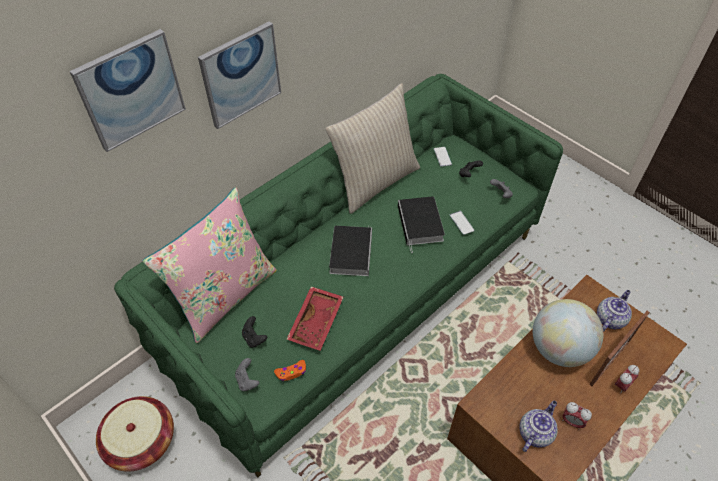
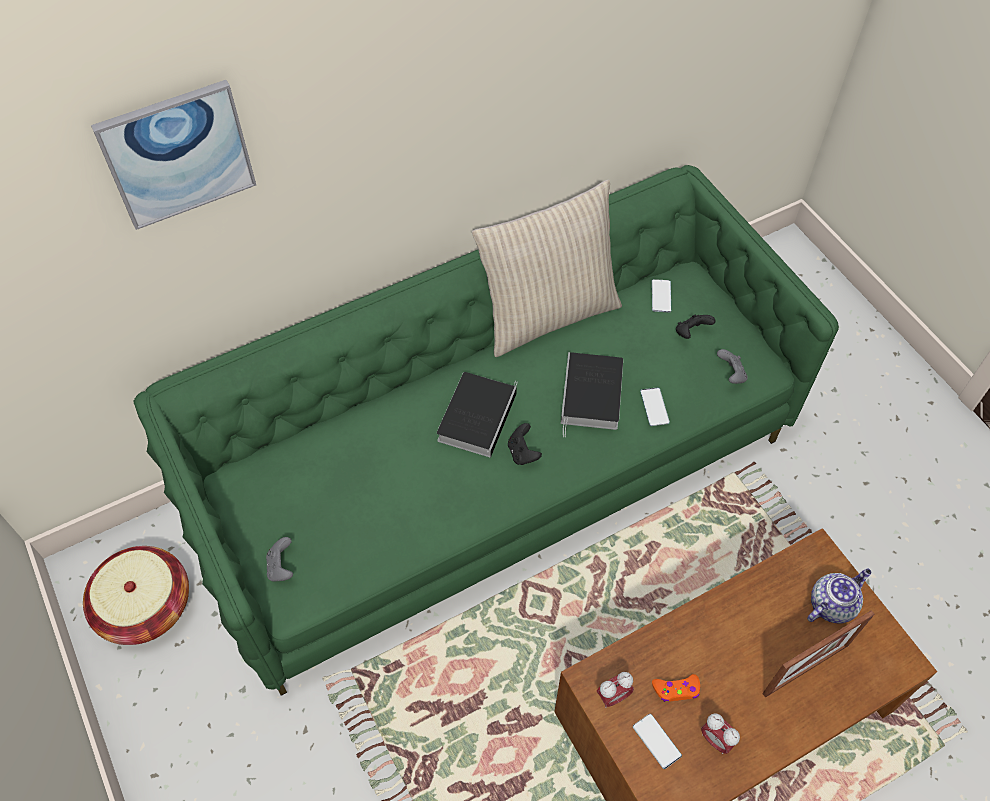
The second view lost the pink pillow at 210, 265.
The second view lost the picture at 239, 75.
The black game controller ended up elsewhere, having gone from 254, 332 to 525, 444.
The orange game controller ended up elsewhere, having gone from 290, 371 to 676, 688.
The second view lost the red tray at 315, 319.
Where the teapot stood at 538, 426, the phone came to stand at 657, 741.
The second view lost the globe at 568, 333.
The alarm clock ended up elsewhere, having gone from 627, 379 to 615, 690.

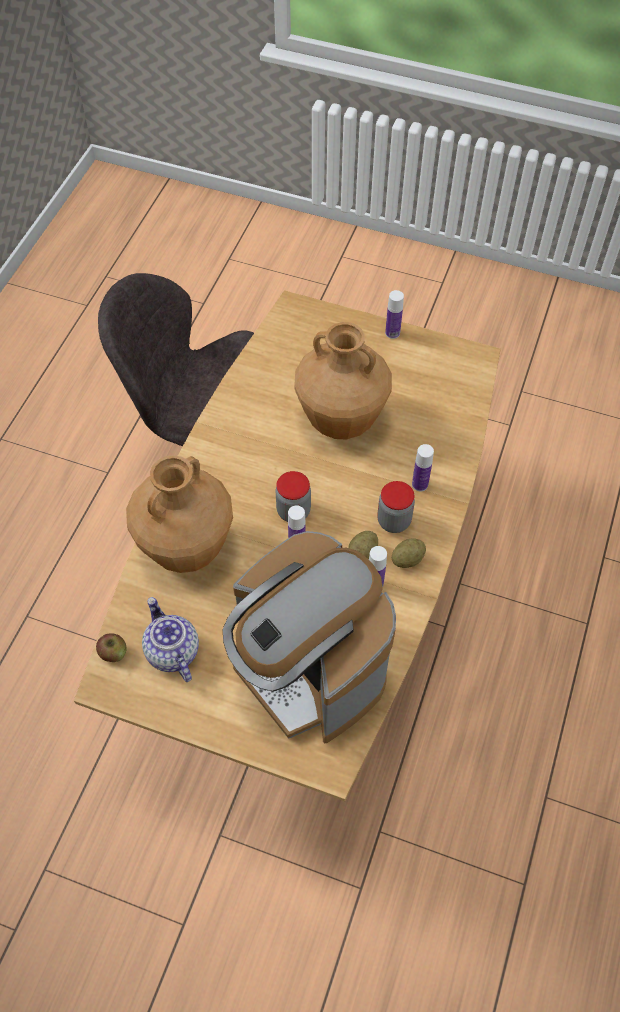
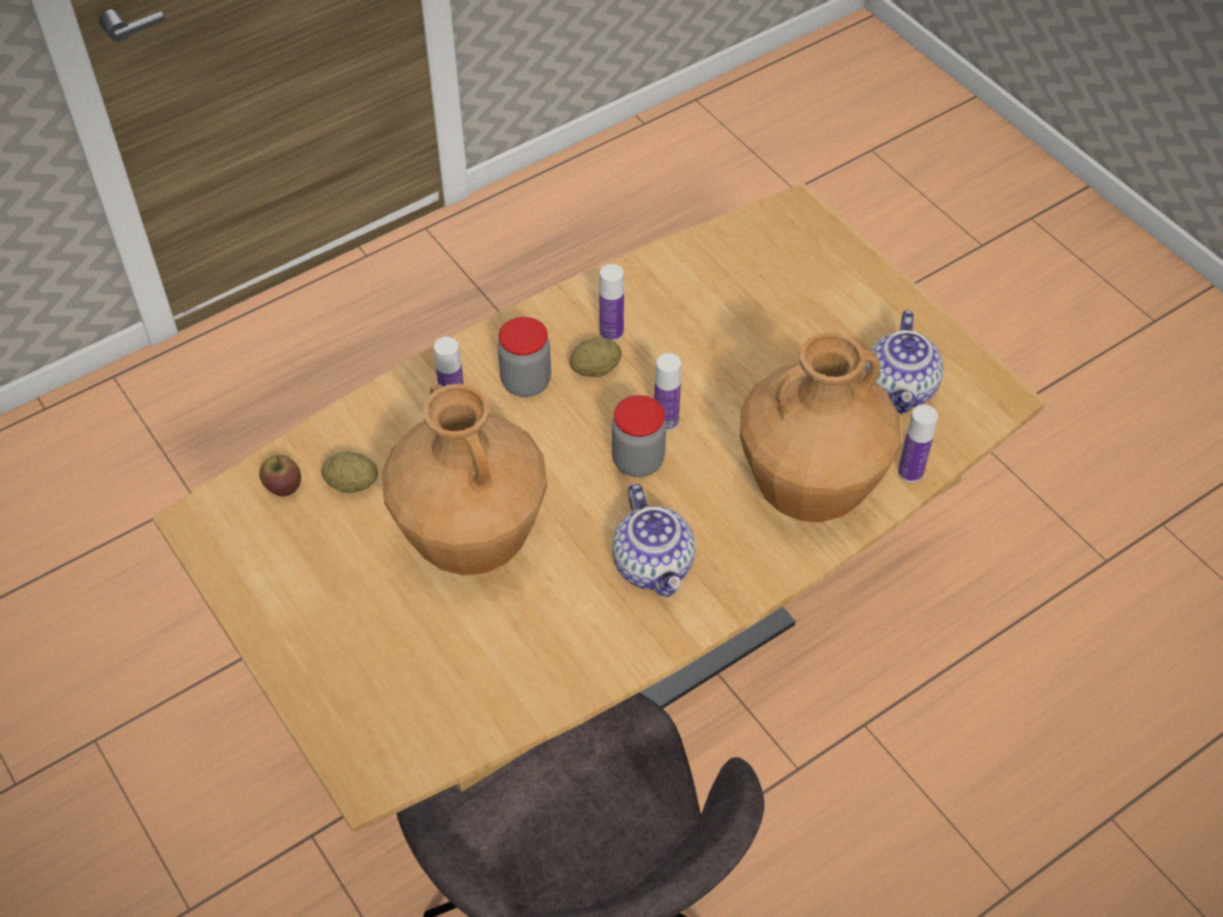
The apple ended up elsewhere, having gone from 111, 647 to 280, 476.
The second view lost the coffee machine at 309, 637.
The bottle ended up elsewhere, having gone from 394, 314 to 918, 443.
The potato ended up elsewhere, having gone from 409, 553 to 349, 472.
The second view gained the teapot at 653, 541.

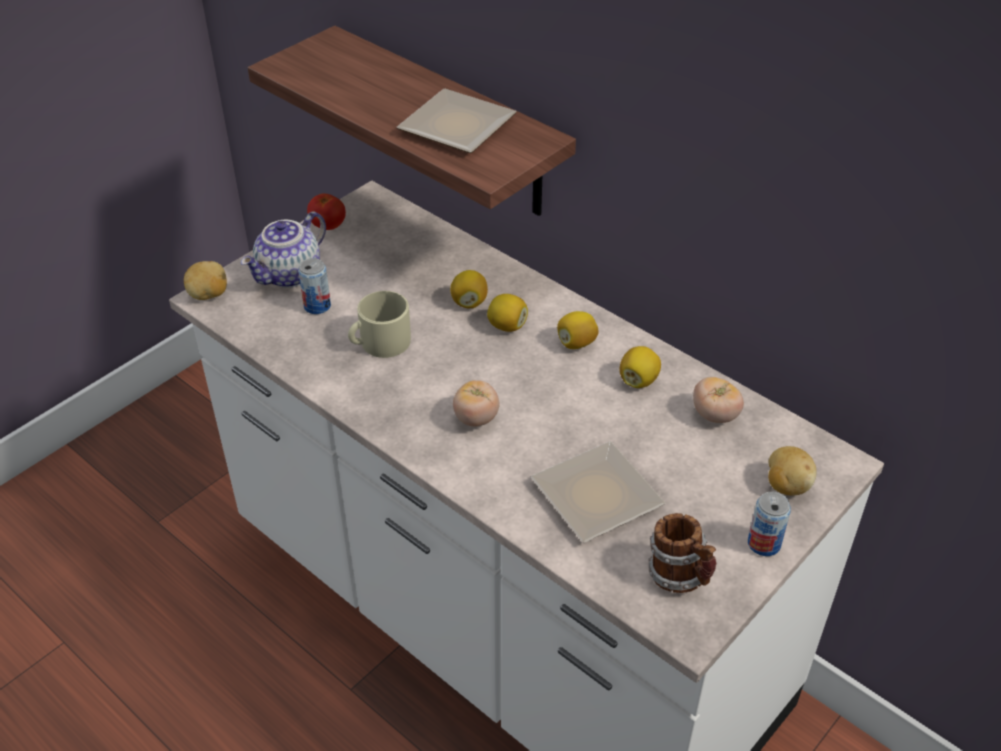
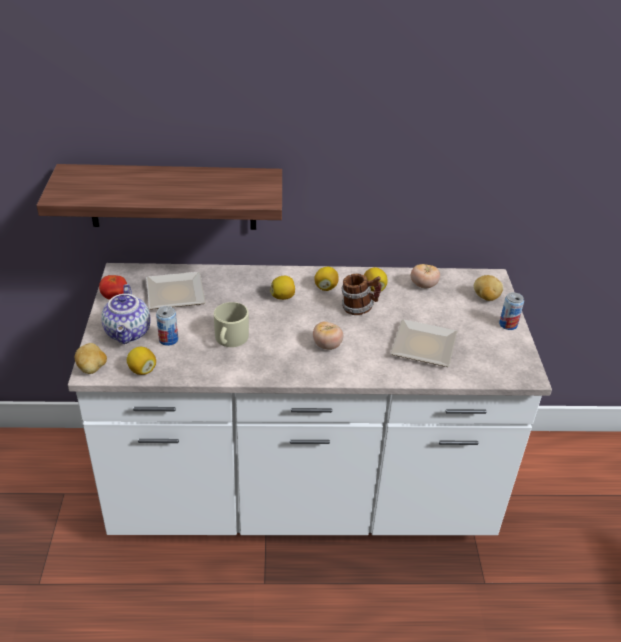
The plate ended up elsewhere, having gone from 457, 121 to 176, 291.
The lemon ended up elsewhere, having gone from 469, 289 to 141, 361.
The mug ended up elsewhere, having gone from 682, 553 to 361, 294.

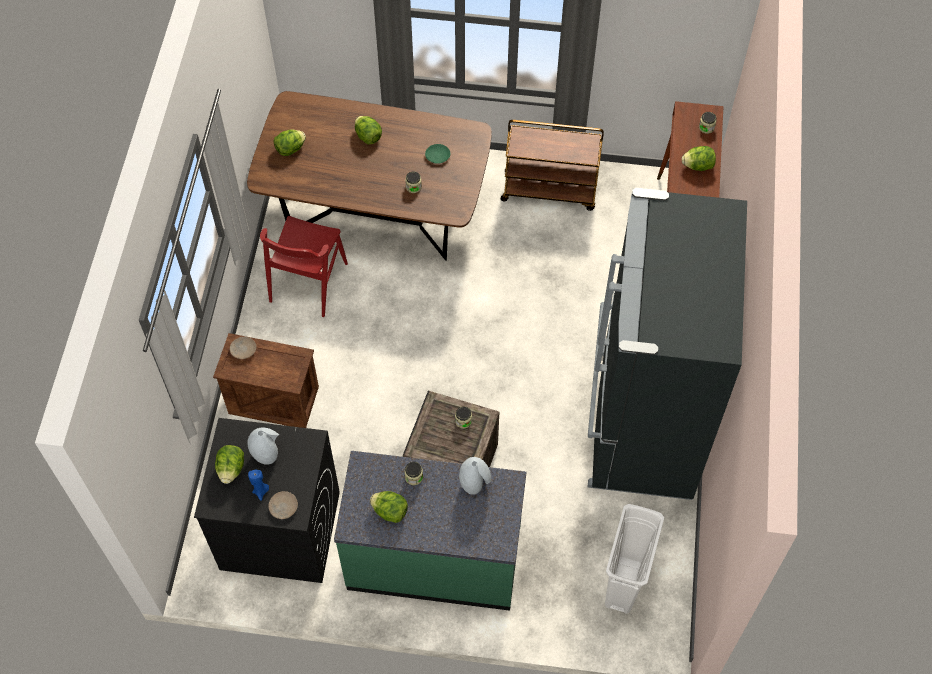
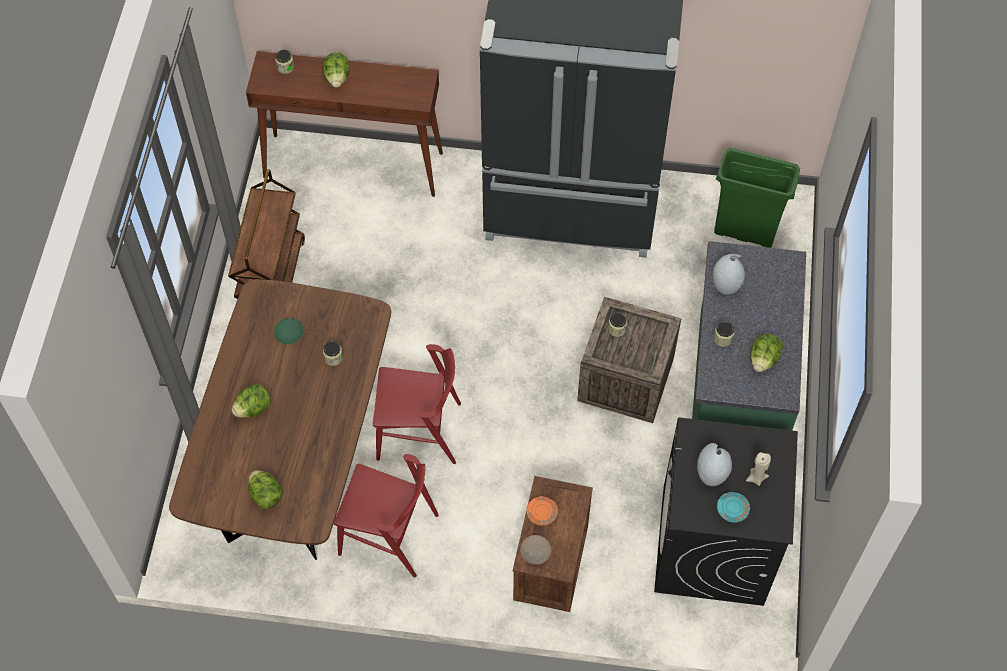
Where the lettuce stood at 229, 464, the turquoise plate came to stand at 733, 507.
What was the blue candle at 258, 485 turned into the beige candle at 758, 469.
The second view lost the beige plate at 283, 505.
What was the white trash can at 634, 559 turned into the green trash can at 757, 198.
The second view gained the red chair at 417, 404.
The second view gained the orange plate at 542, 511.

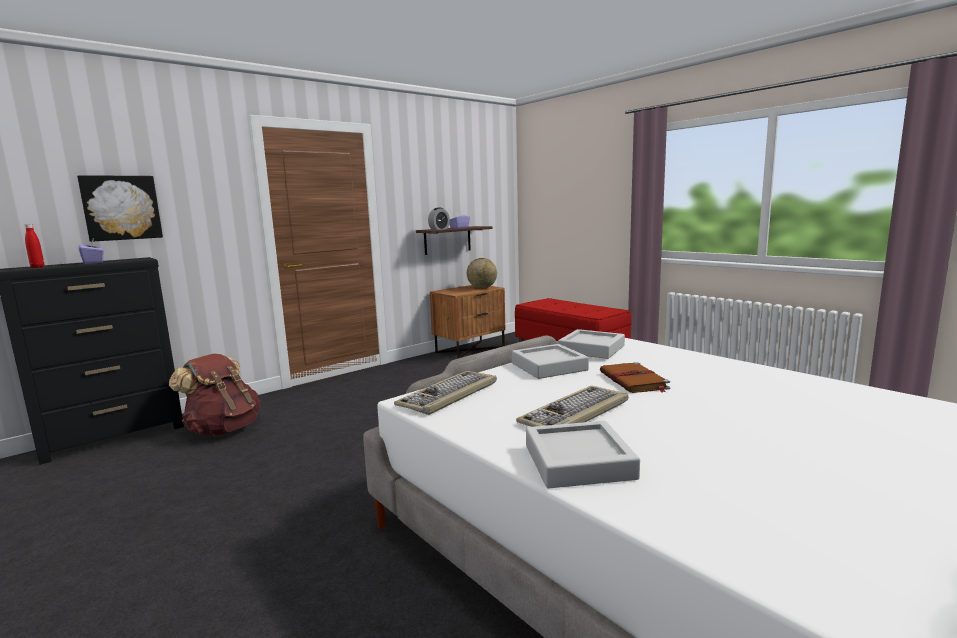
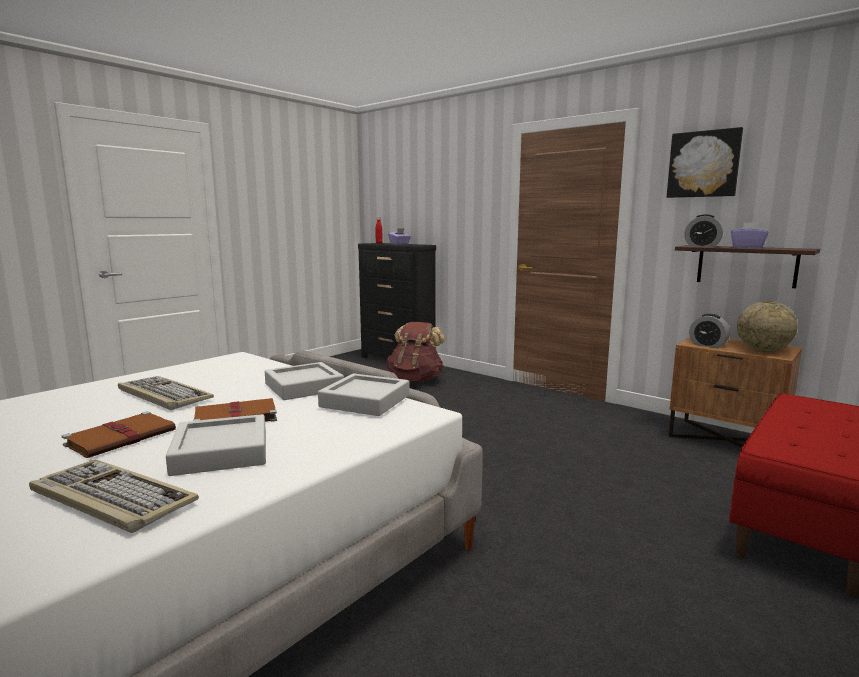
The picture ended up elsewhere, having gone from 120, 208 to 705, 162.
The keyboard ended up elsewhere, having gone from 445, 393 to 114, 496.
The grey tray ended up elsewhere, having gone from 583, 455 to 216, 445.
The second view gained the brown book at 119, 434.
The second view gained the alarm clock at 709, 331.

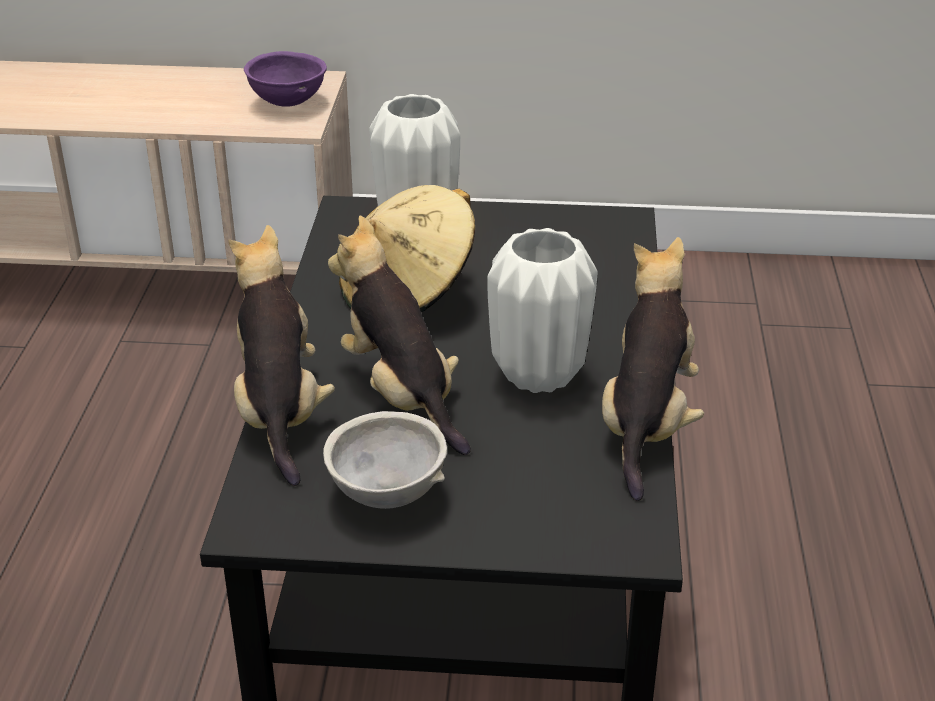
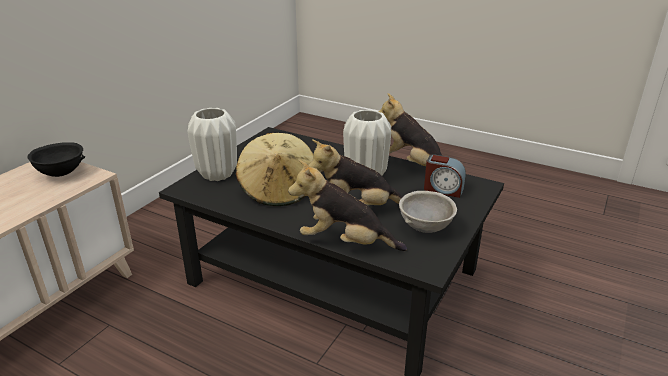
What was the purple bowl at 285, 79 turned into the black bowl at 56, 159.
The second view gained the alarm clock at 445, 176.

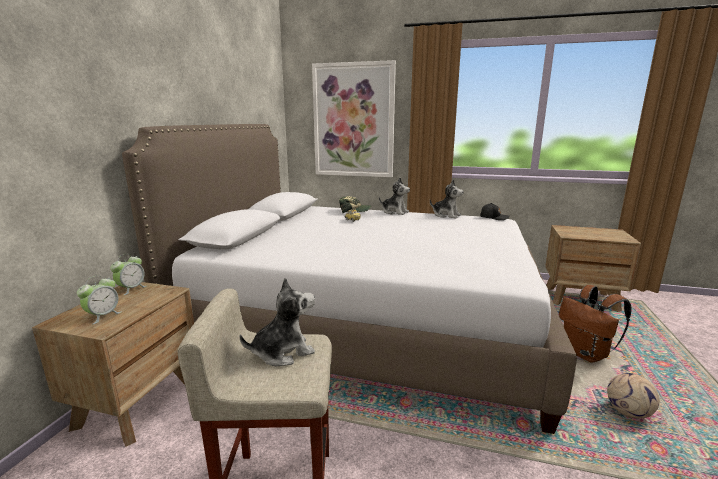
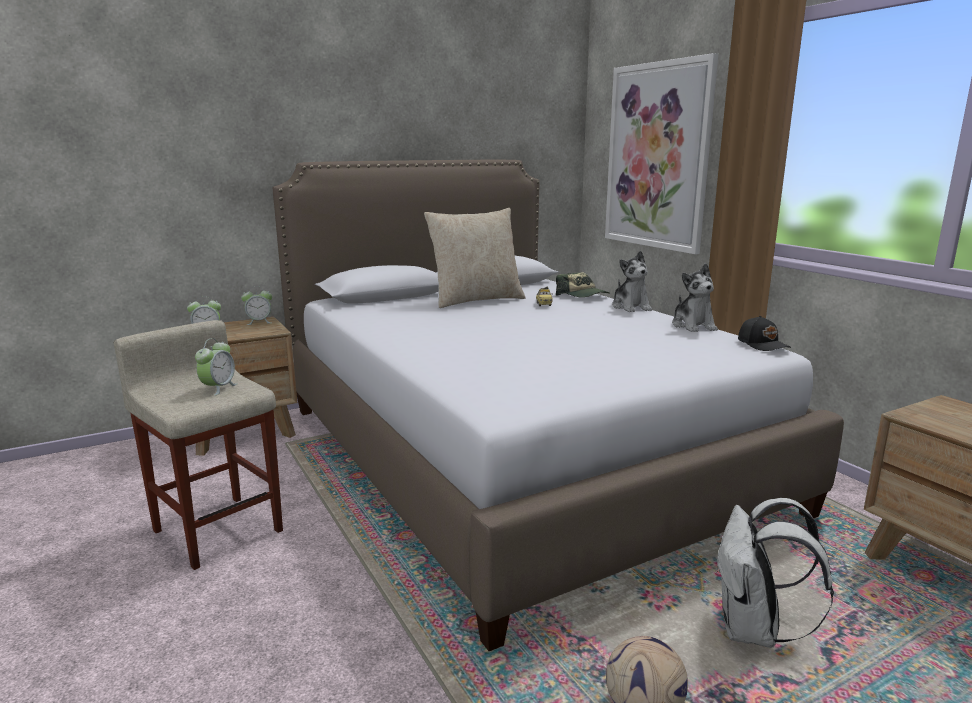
Where the plush toy stood at 277, 322, the alarm clock came to stand at 216, 367.
What was the brown backpack at 595, 323 turned into the white backpack at 774, 573.
The second view gained the beige pillow at 475, 258.

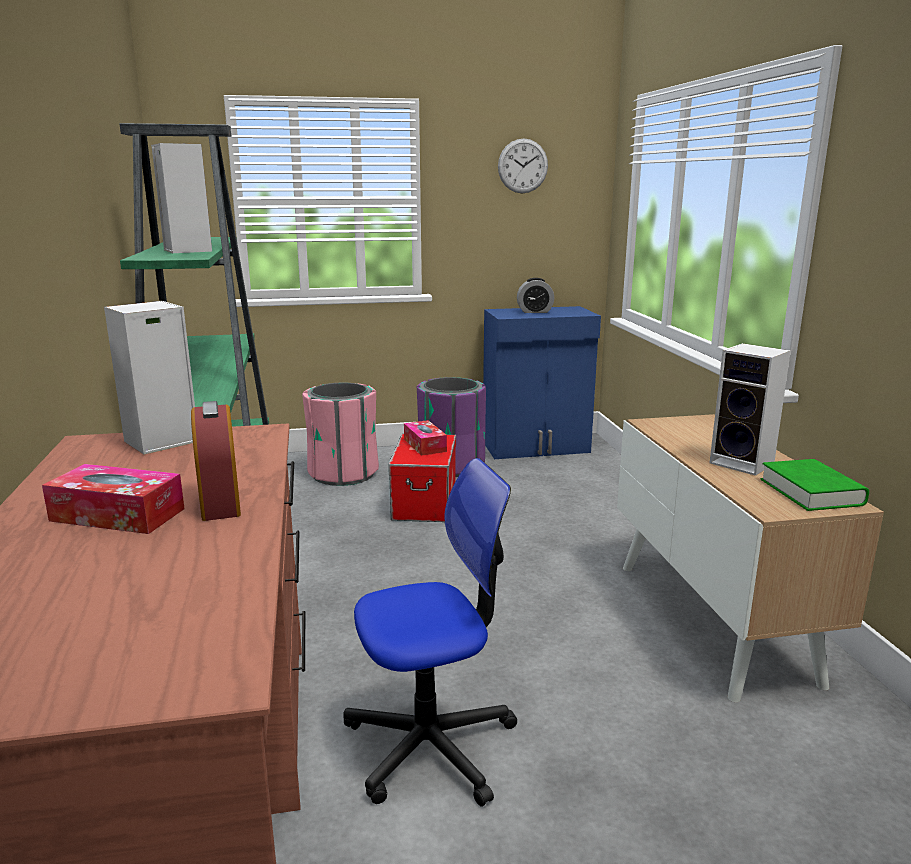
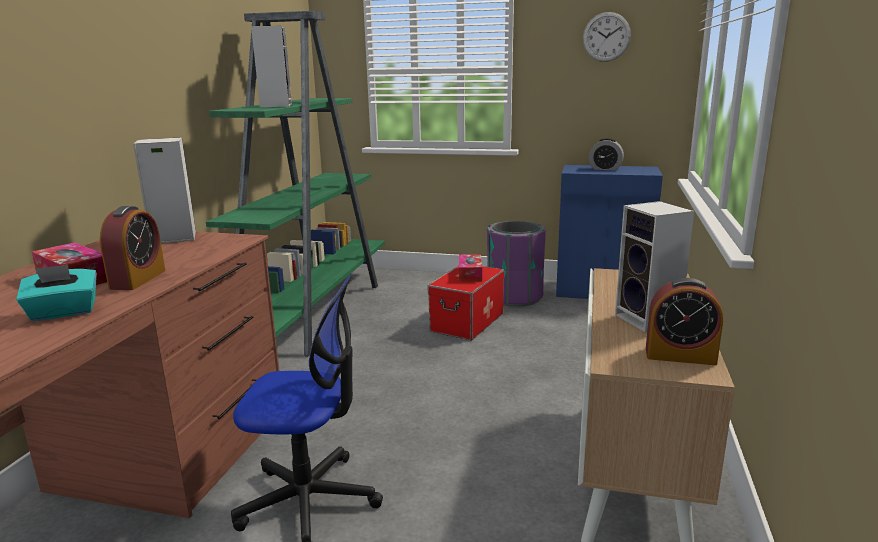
The second view lost the pink trash can at 340, 434.
Where the green book stood at 814, 485, the alarm clock came to stand at 684, 321.
The second view gained the turquoise tissue box at 56, 293.

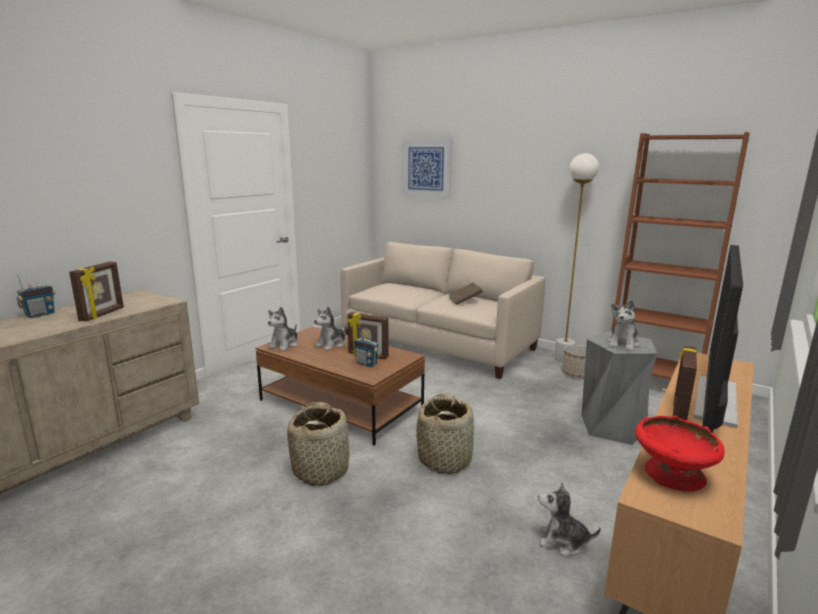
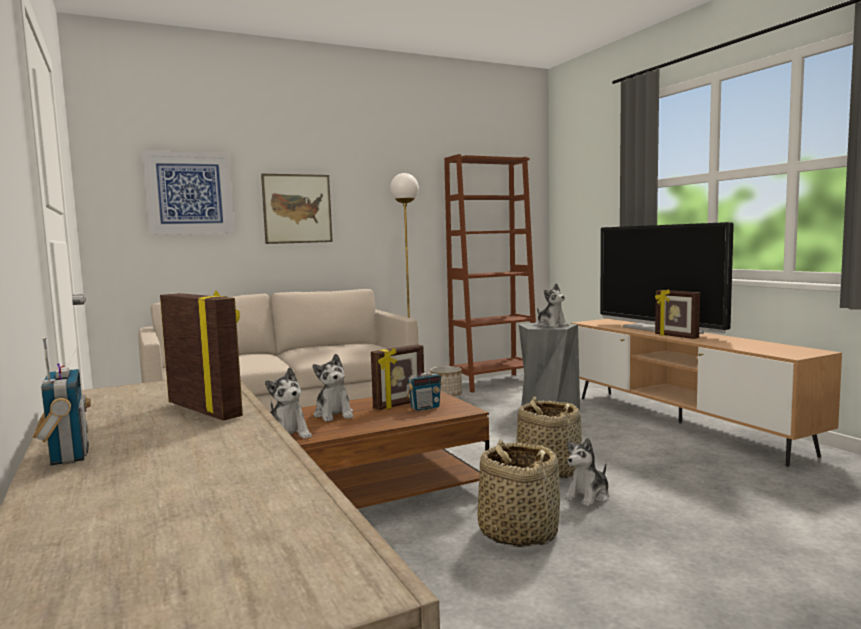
The second view lost the brown book at 465, 294.
The plush toy ended up elsewhere, having gone from 569, 519 to 587, 472.
The second view lost the red bowl at 680, 453.
The second view gained the picture at 297, 209.

